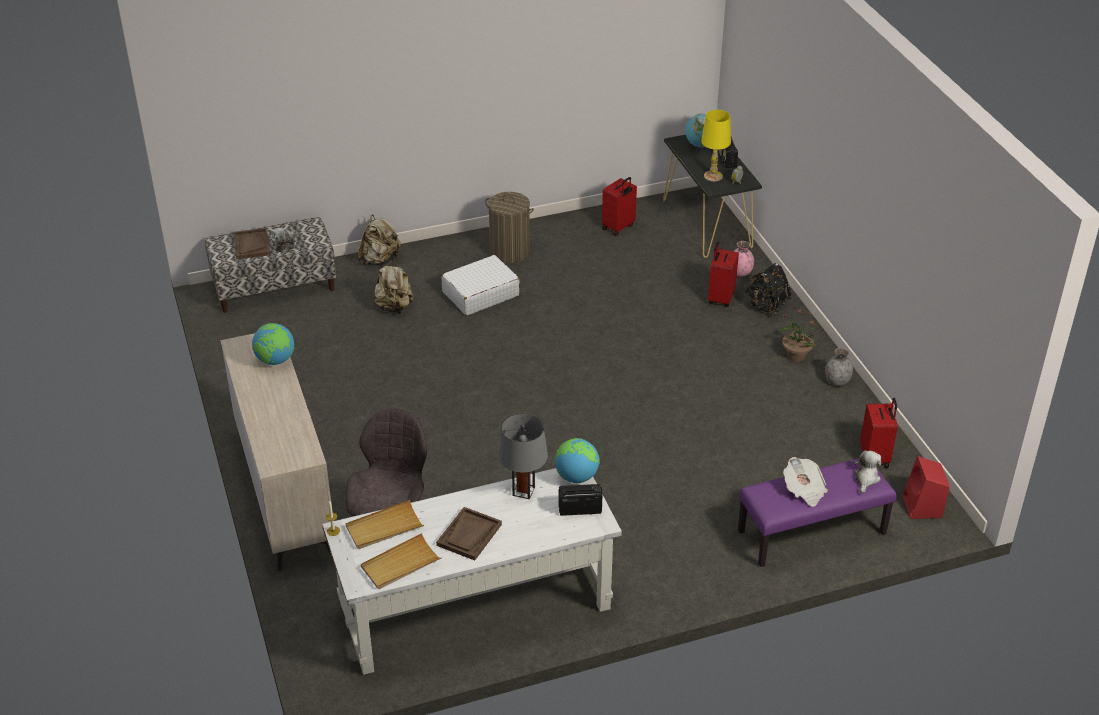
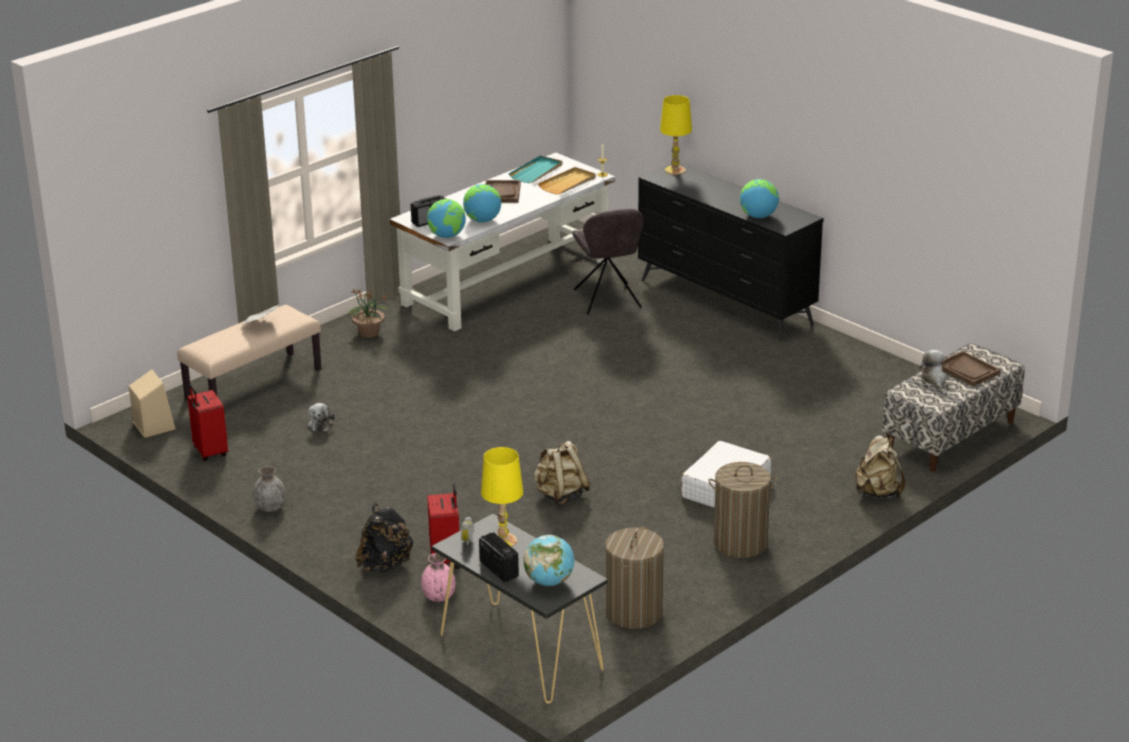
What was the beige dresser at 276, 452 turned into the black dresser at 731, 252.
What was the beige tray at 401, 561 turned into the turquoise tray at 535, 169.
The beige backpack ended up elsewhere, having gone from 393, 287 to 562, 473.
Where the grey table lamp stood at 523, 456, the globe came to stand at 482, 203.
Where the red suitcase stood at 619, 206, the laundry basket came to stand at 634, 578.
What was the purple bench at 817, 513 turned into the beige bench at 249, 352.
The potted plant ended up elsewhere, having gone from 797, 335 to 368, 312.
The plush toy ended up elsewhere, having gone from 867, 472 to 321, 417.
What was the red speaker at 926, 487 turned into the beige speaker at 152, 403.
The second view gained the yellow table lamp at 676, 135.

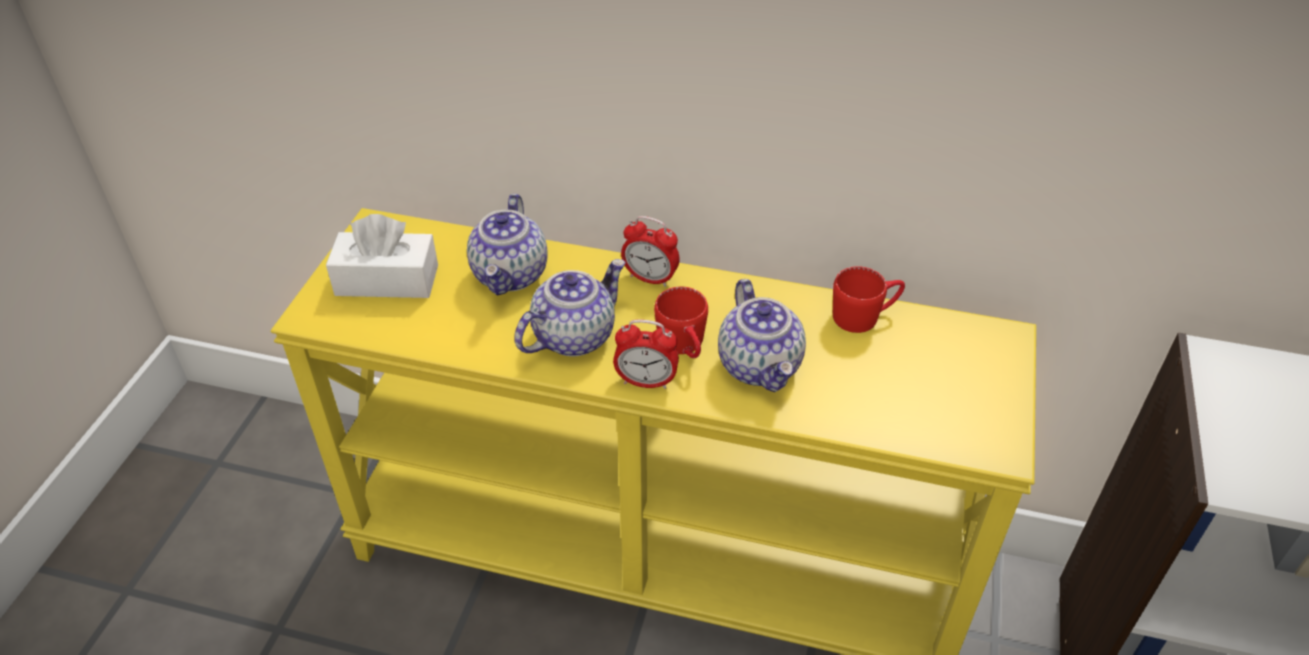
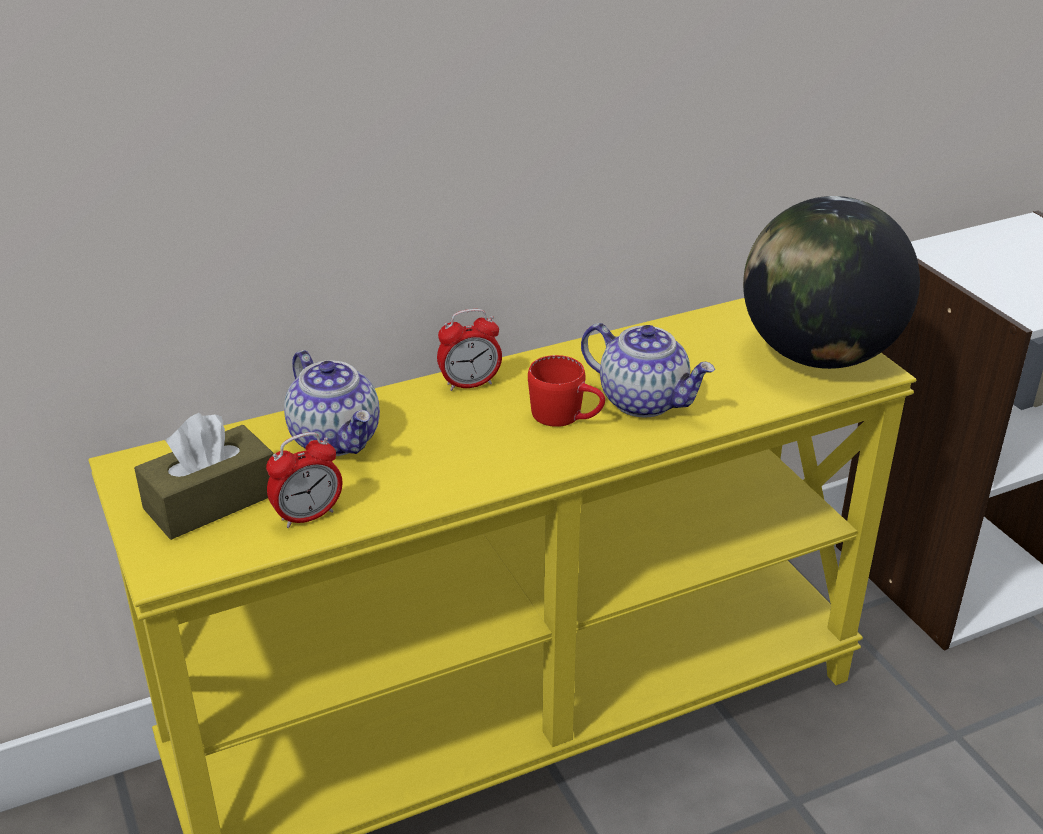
What was the white tissue box at 382, 256 turned into the brown tissue box at 203, 476.
The second view lost the teapot at 570, 307.
The alarm clock ended up elsewhere, having gone from 646, 354 to 304, 480.
The second view lost the red mug at 869, 299.
The second view gained the globe at 831, 282.

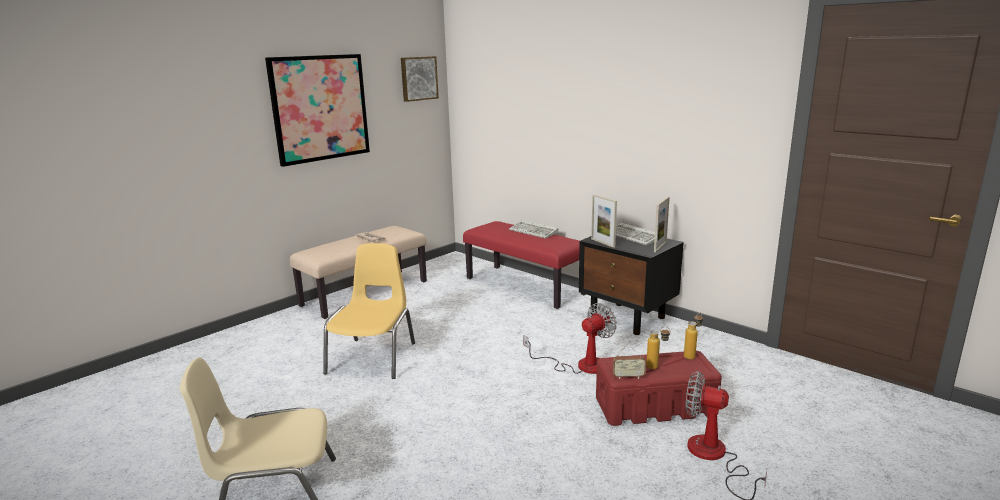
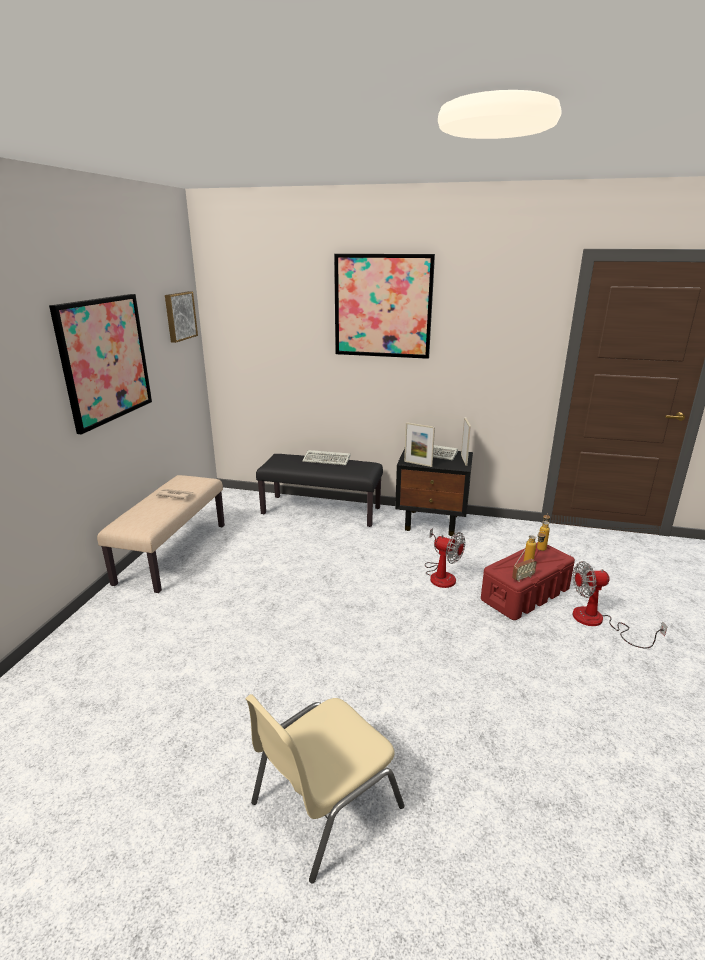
The second view lost the yellow chair at 369, 311.
What was the red bench at 524, 265 turned into the black bench at 319, 490.
The fan at 570, 338 ended up facing another way, 105 degrees clockwise from before.
The second view gained the picture at 384, 306.

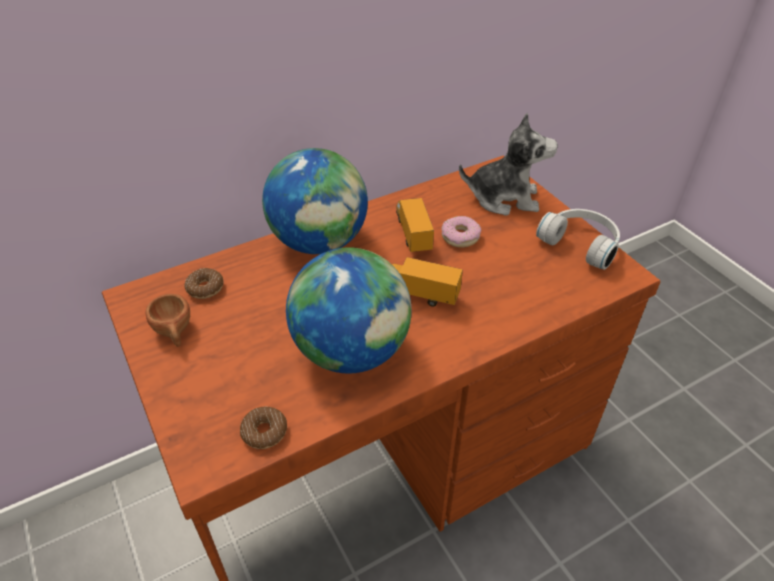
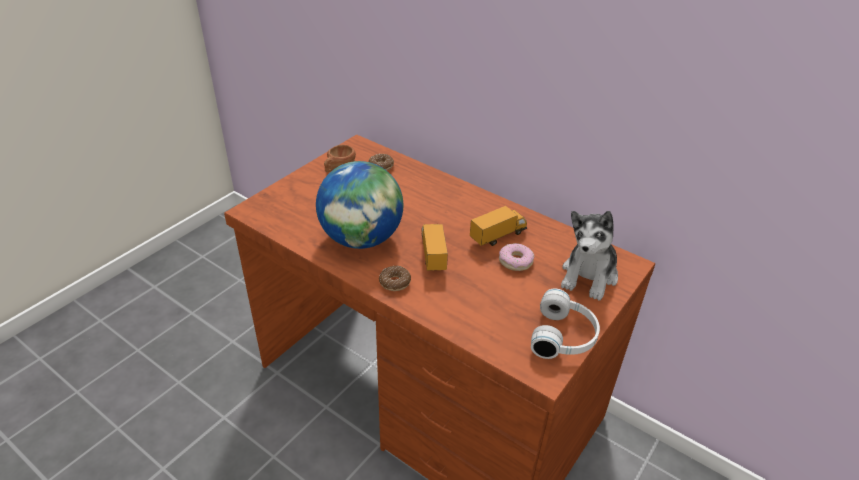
The donut ended up elsewhere, having gone from 263, 428 to 395, 278.
The second view lost the globe at 315, 201.
The plush toy at 508, 164 ended up facing another way, 45 degrees clockwise from before.

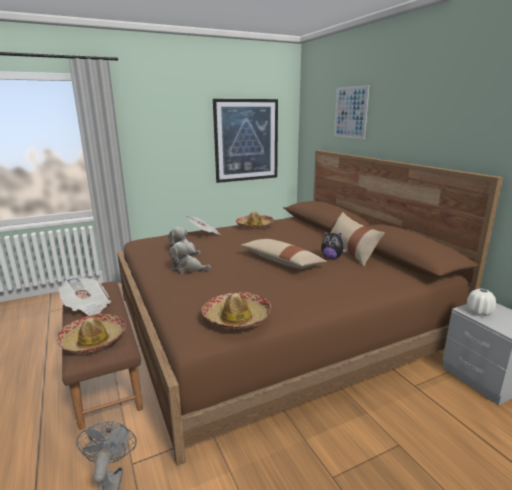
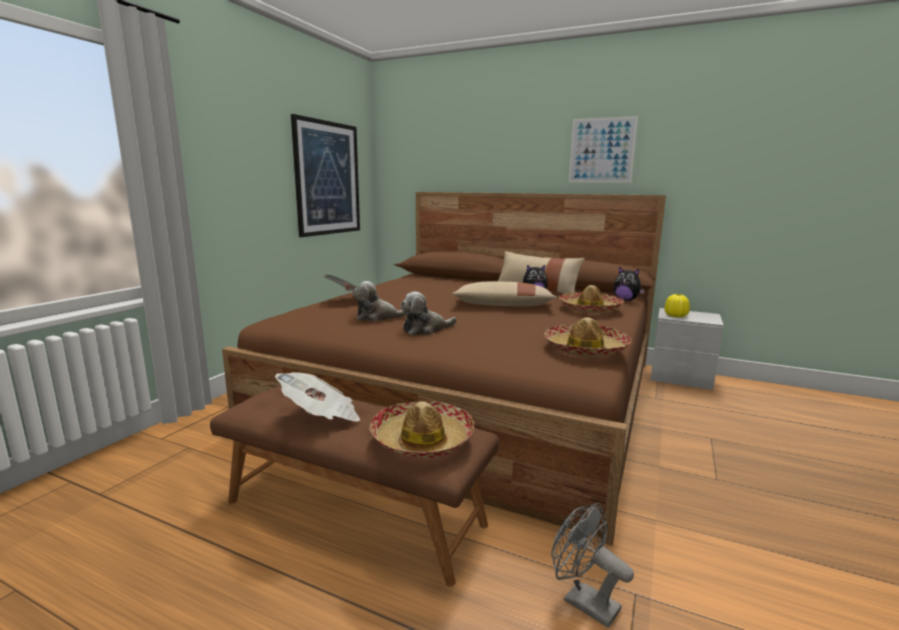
The hat ended up elsewhere, having gone from 255, 220 to 591, 299.
The picture ended up elsewhere, having gone from 351, 112 to 603, 149.
What was the white vase at 481, 302 turned into the yellow vase at 677, 305.
The second view gained the plush toy at 629, 284.

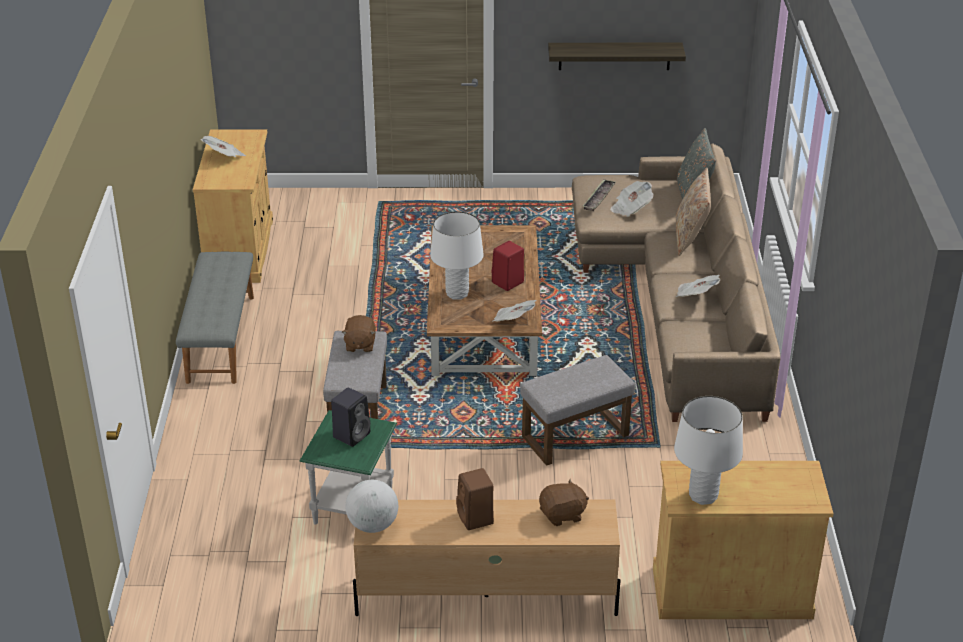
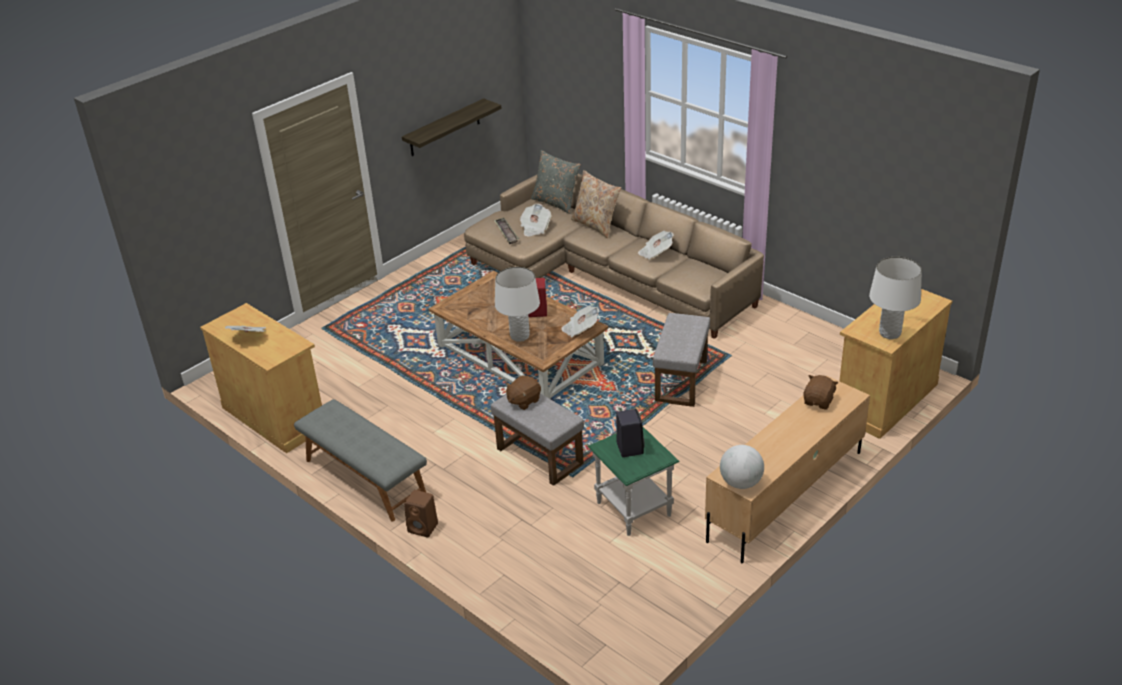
The brown plush toy at 359, 333 ended up facing another way, 90 degrees clockwise from before.
The brown speaker ended up elsewhere, having gone from 475, 499 to 421, 513.

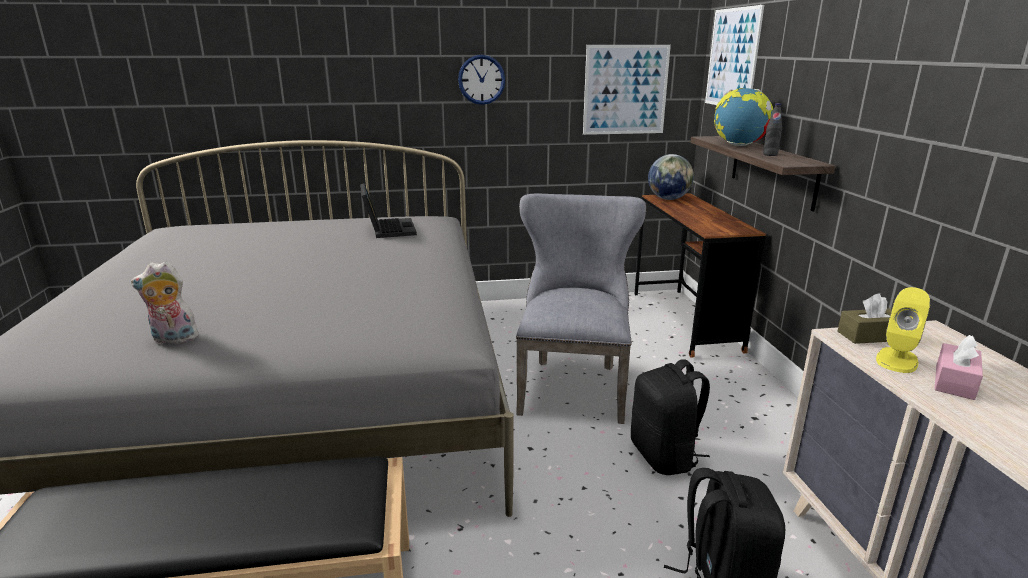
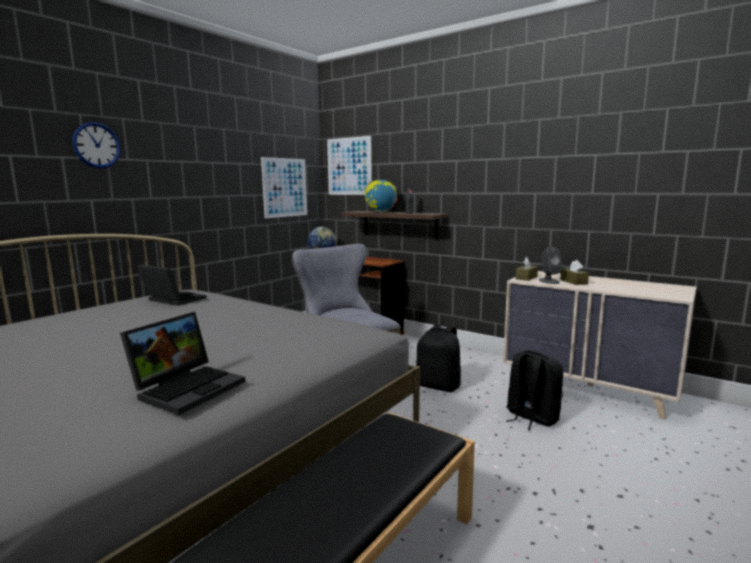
Where the plush toy stood at 166, 302, the laptop came to stand at 182, 363.
The wall clock ended up elsewhere, having gone from 481, 80 to 96, 145.
What was the yellow speaker at 903, 330 turned into the grey speaker at 550, 265.
What was the pink tissue box at 959, 367 turned into the brown tissue box at 574, 272.

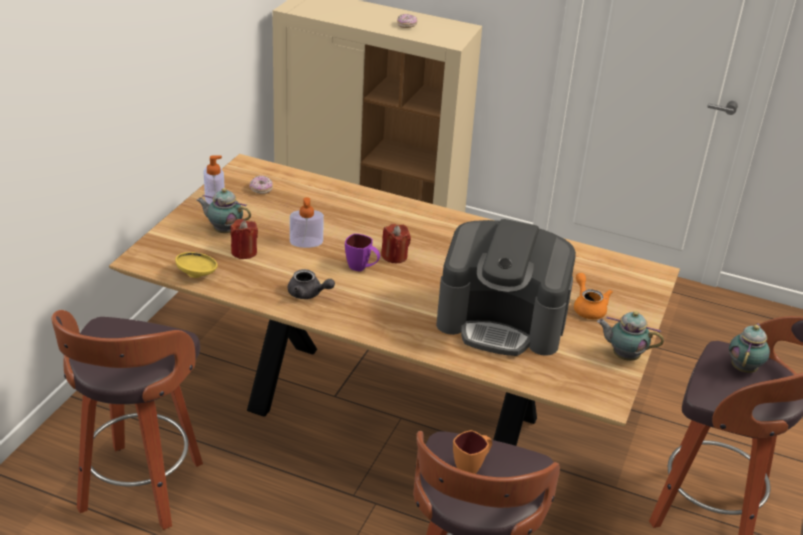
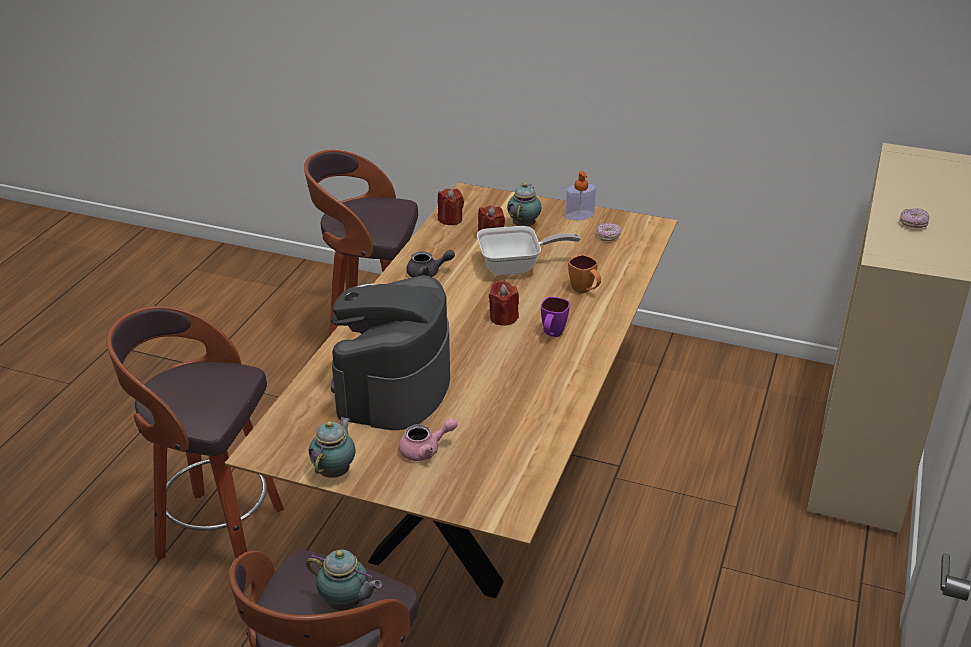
Where the yellow bowl stood at 196, 265, the red candle came to stand at 451, 206.
The grey teapot at 311, 284 ended up facing another way, 120 degrees counterclockwise from before.
Where the soap dispenser stood at 307, 222, the frying pan came to stand at 528, 250.
The purple mug ended up elsewhere, having gone from 362, 253 to 555, 317.
The orange mug ended up elsewhere, having gone from 472, 452 to 584, 274.
What was the orange teapot at 593, 296 turned into the pink teapot at 428, 439.

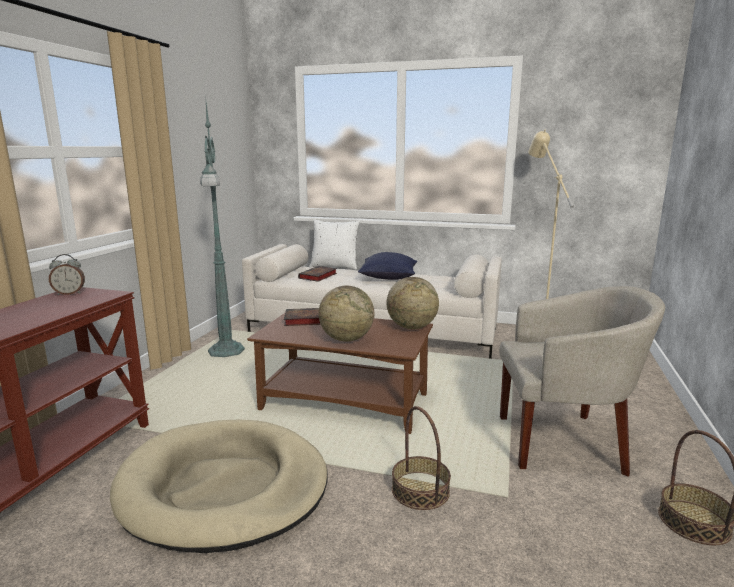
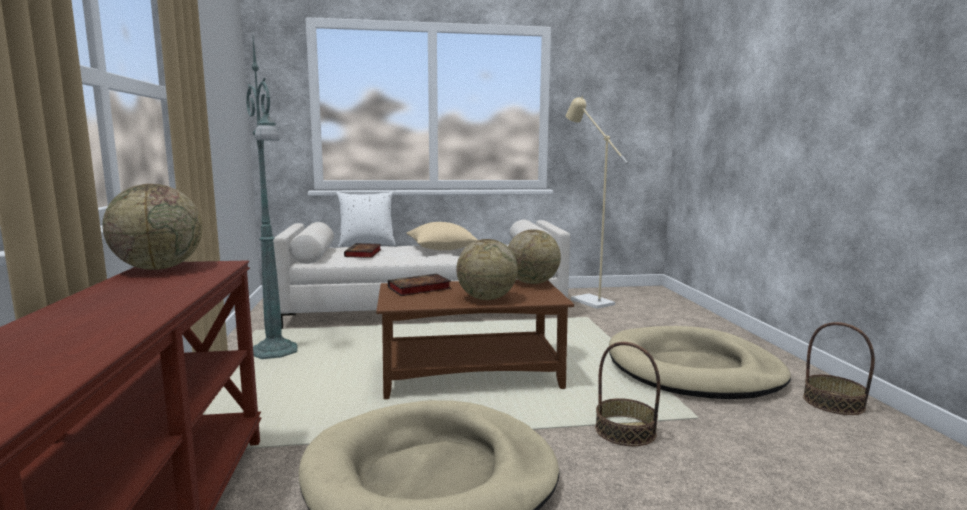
Where the alarm clock stood at 67, 274, the globe came to stand at 152, 227.
What was the blue pillow at 387, 266 turned into the beige pillow at 442, 236.
Where the beige armchair stood at 582, 381, the beige dog bed came to stand at 700, 362.

